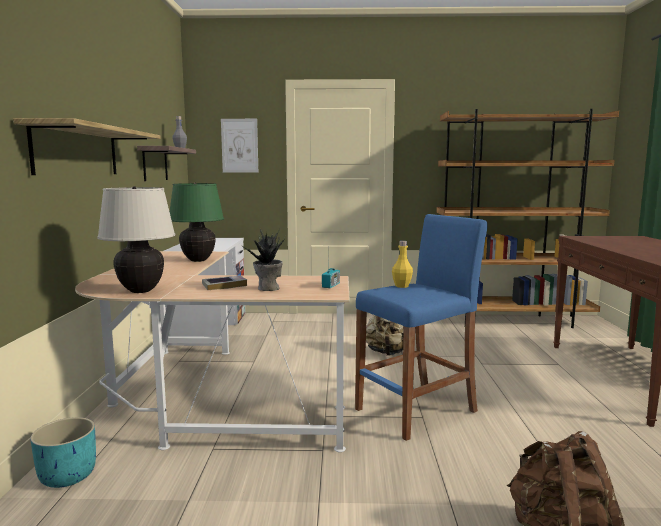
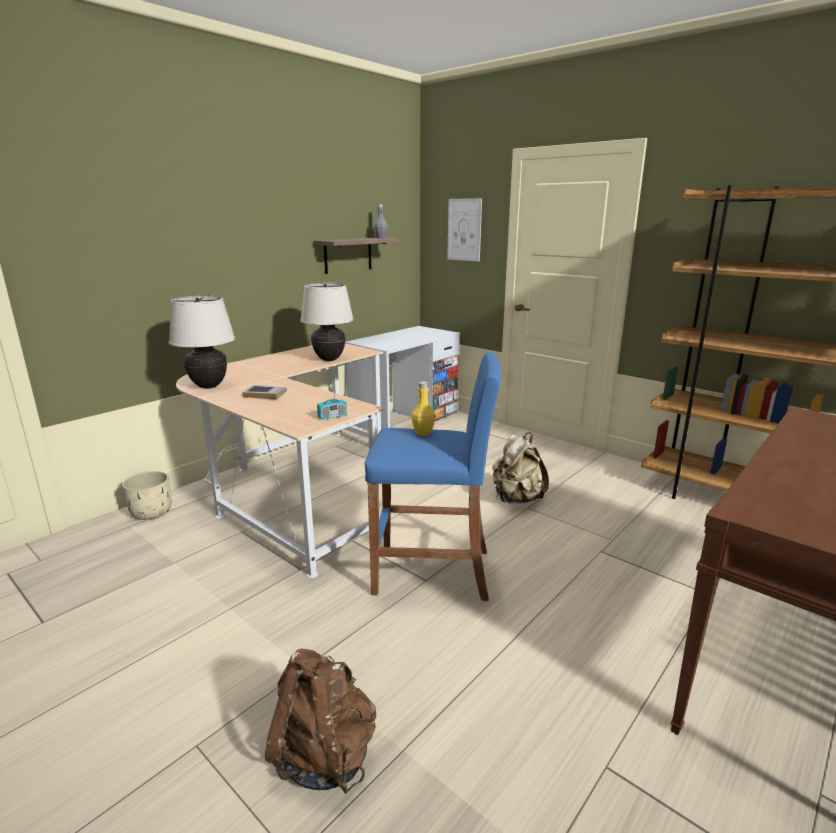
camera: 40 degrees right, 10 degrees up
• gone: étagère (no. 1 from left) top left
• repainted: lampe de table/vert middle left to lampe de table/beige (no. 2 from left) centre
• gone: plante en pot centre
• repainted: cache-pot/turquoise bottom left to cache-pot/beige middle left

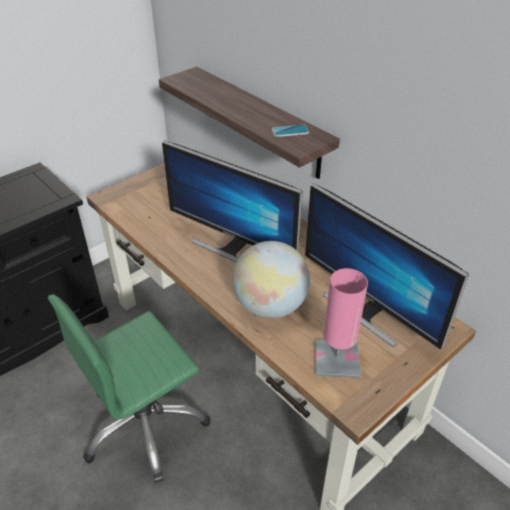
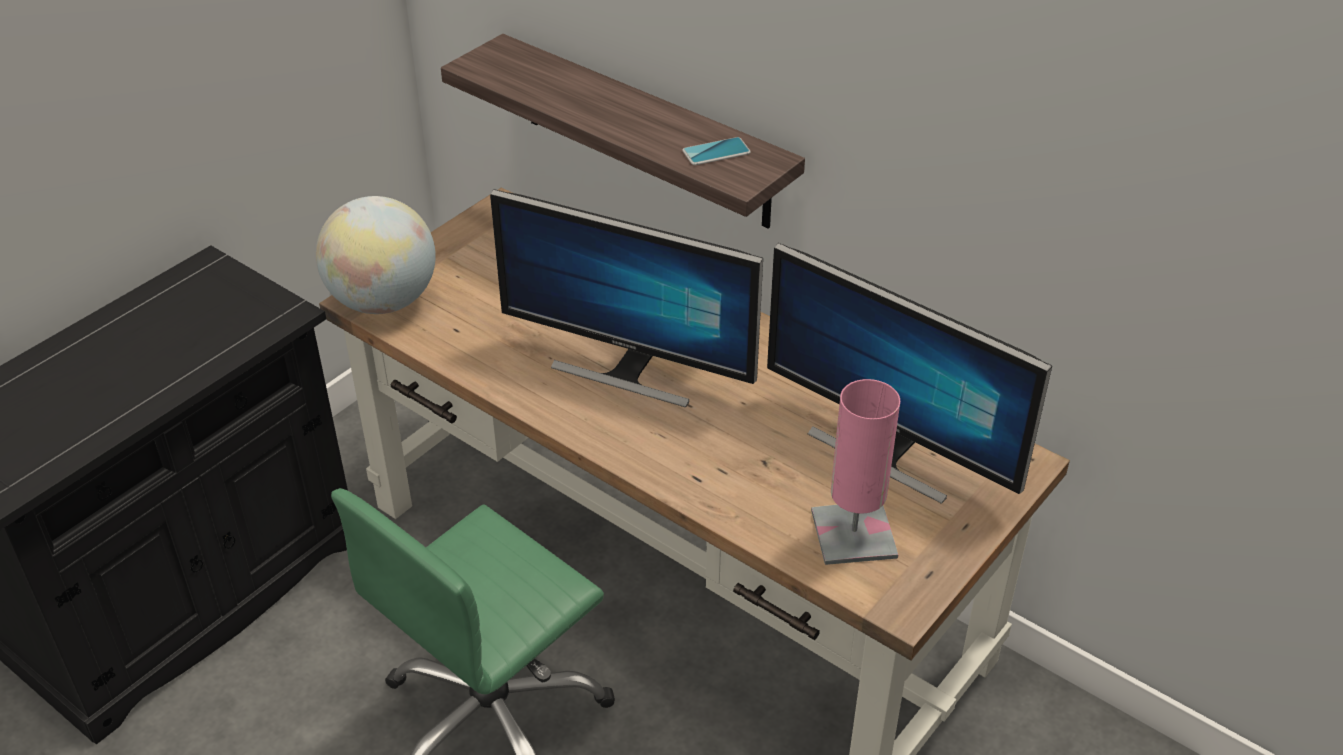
camera: 10 degrees left, 0 degrees up
• shifted: globe centre to middle left

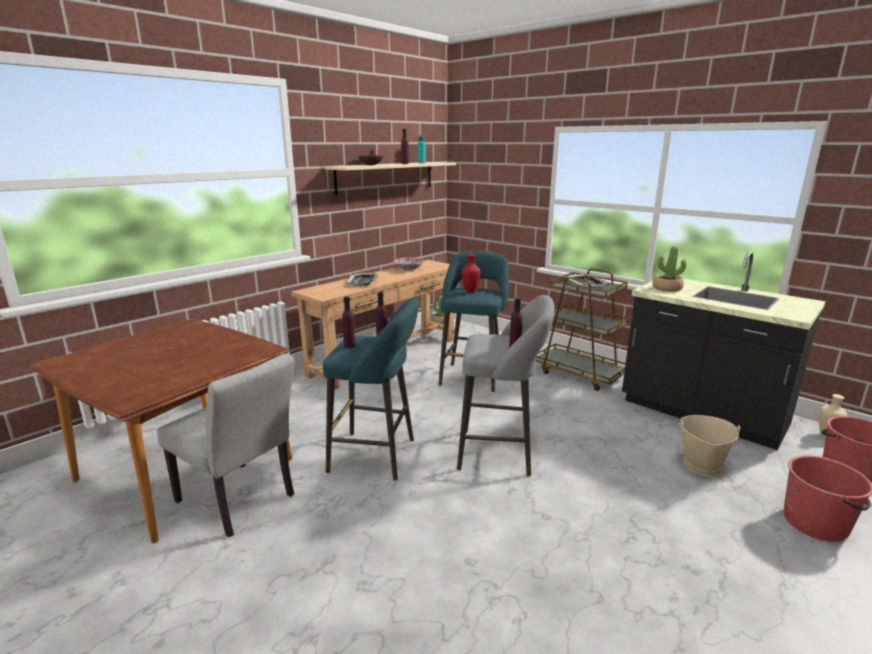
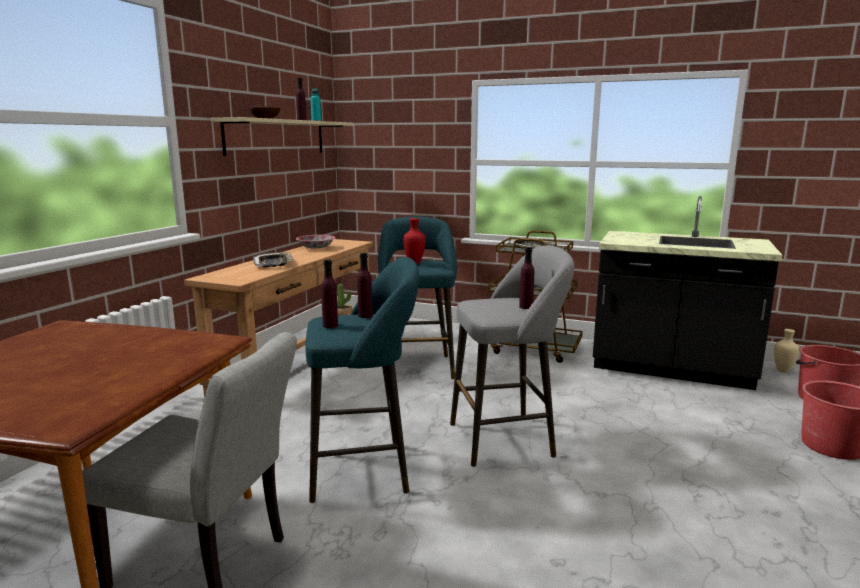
camera: 20 degrees left, 5 degrees down
• gone: plante en pot (no. 2 from left) middle right
• gone: seau/beige bottom right

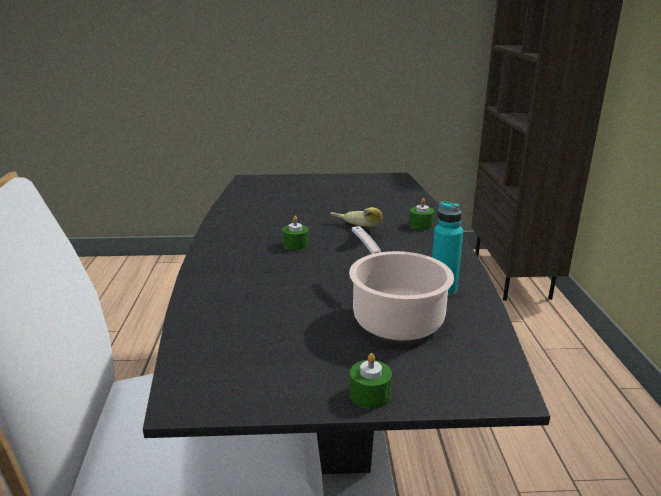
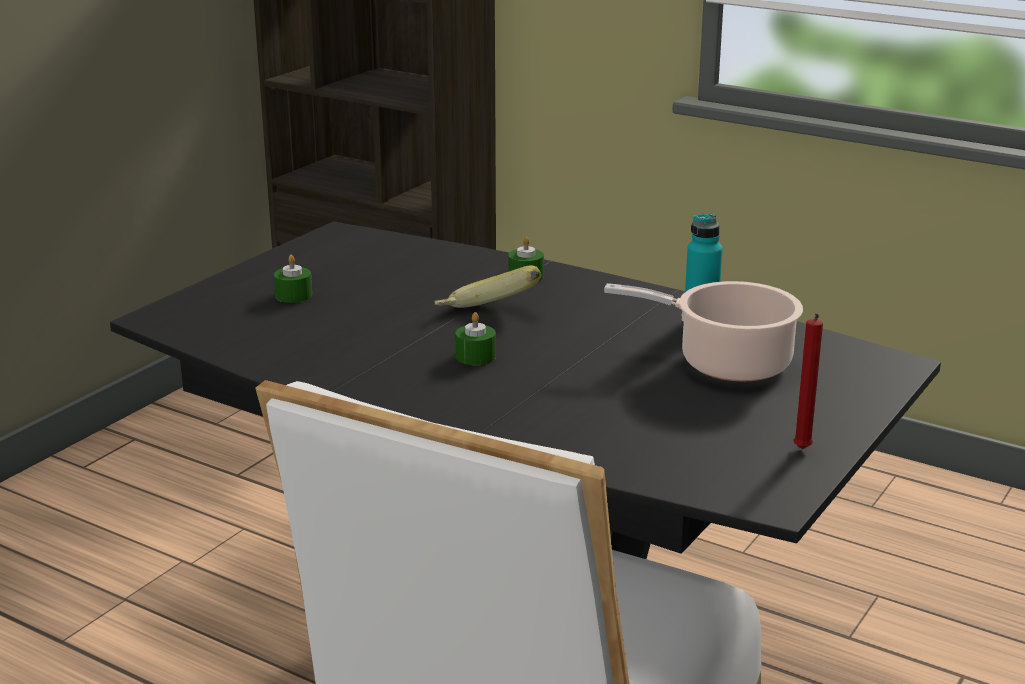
camera: 55 degrees left, 0 degrees up
• shifted: bougie/vert (no. 2 from left in the first image) bottom centre to bougie/vert (no. 1 from left) middle left
• new: bougie/rouge middle right

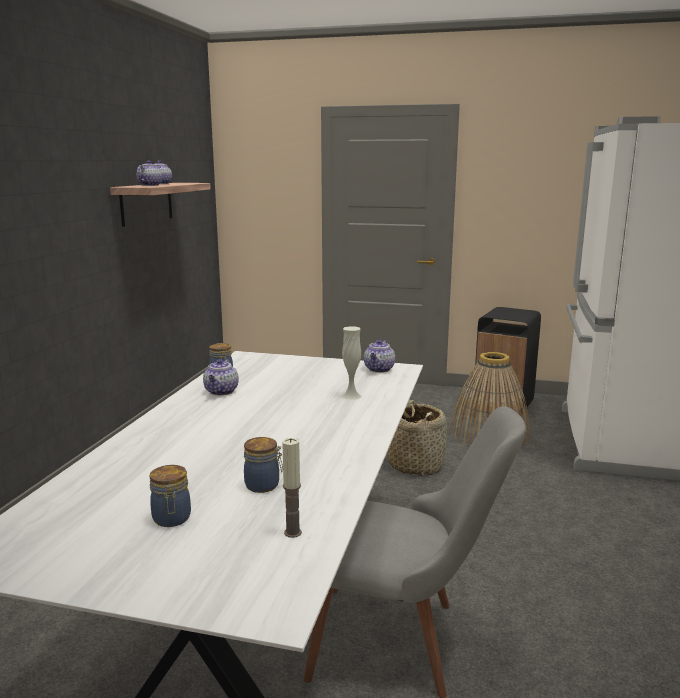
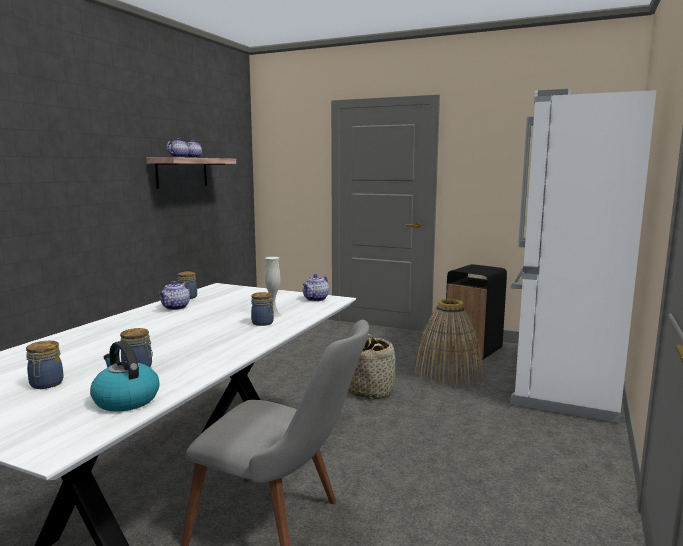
camera: 10 degrees right, 5 degrees down
• swapped: bougie bottom centre to bouilloire bottom left
• new: bocal (no. 4 from left) centre

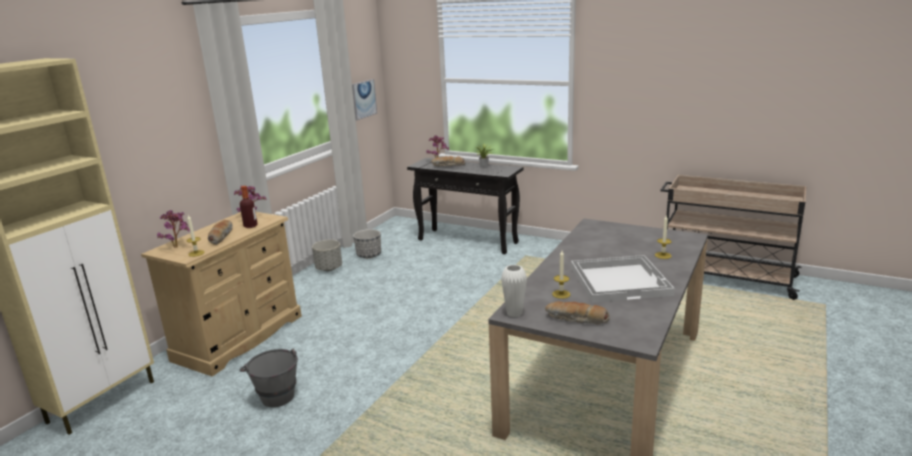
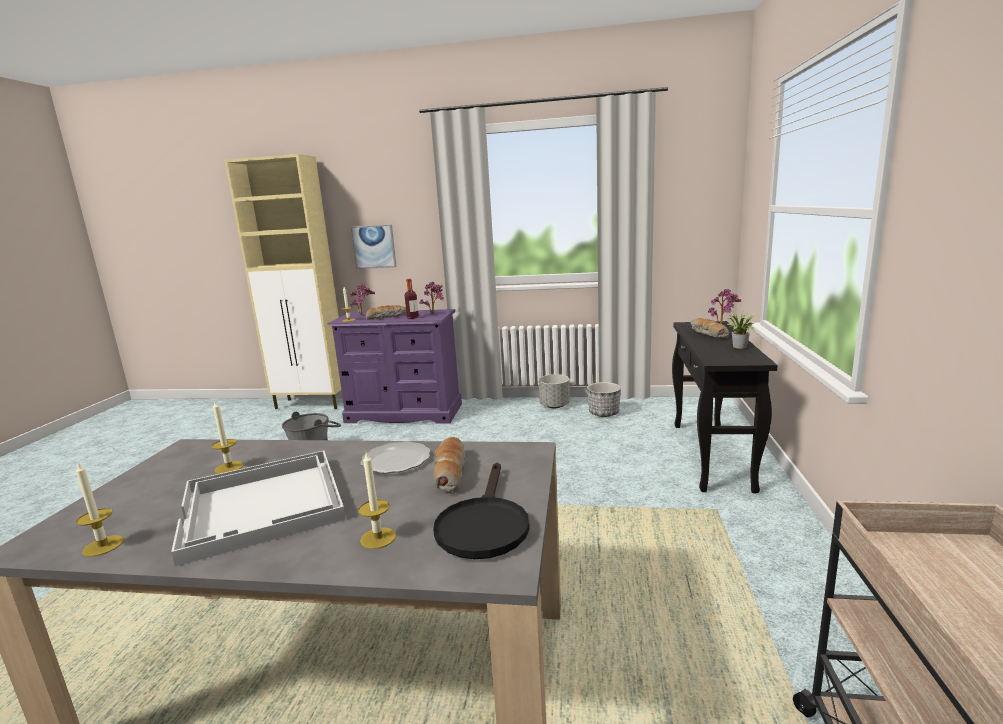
camera: 70 degrees right, 5 degrees down
• shifted: tableau top centre to centre
• repainted: commode/beige middle left to commode/violet centre
• gone: vase/blanc centre
• shifted: pain (no. 3 from left in the first image) bottom centre to pain (no. 2 from left) centre
• new: assiette centre
• new: bougie (no. 1 from left) bottom left
• new: poêle/noir bottom centre

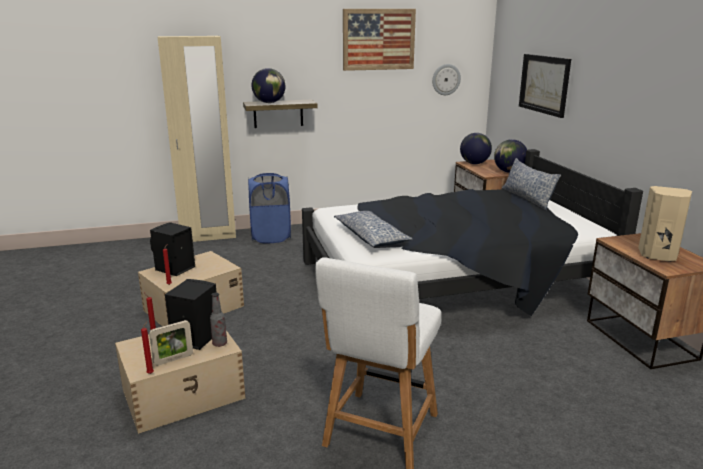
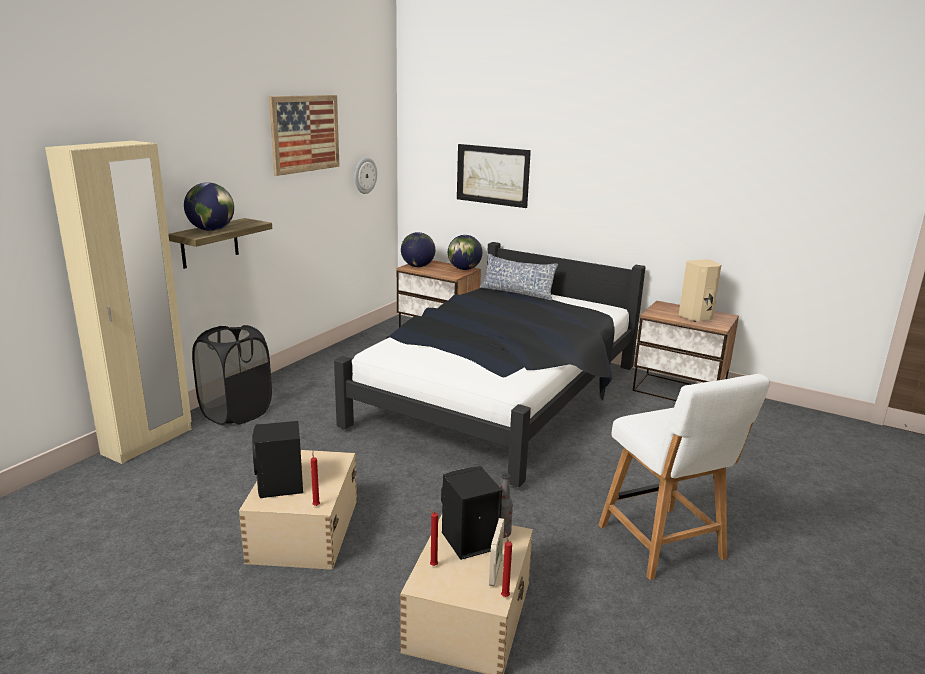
camera: 45 degrees left, 0 degrees up
• repainted: panier à linge/bleu centre to panier à linge/noir middle left
• gone: coussin (no. 1 from left) centre

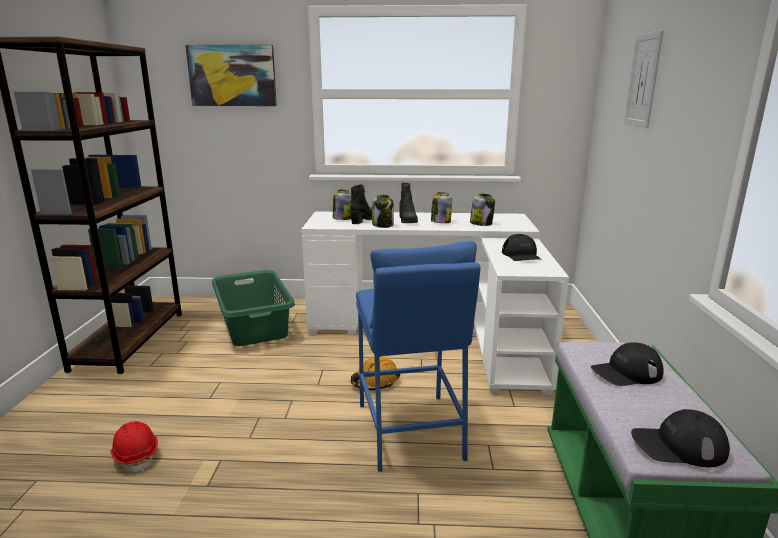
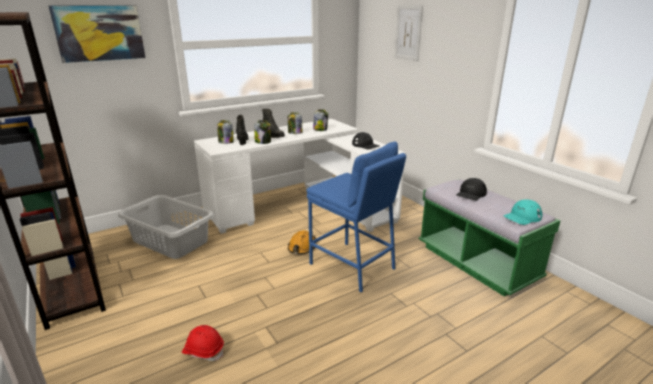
camera: 35 degrees left, 5 degrees up
• repainted: panier à linge/vert middle left to panier à linge/gris middle left
• repainted: casquette/noir (no. 3 from left) bottom right to casquette/turquoise middle right

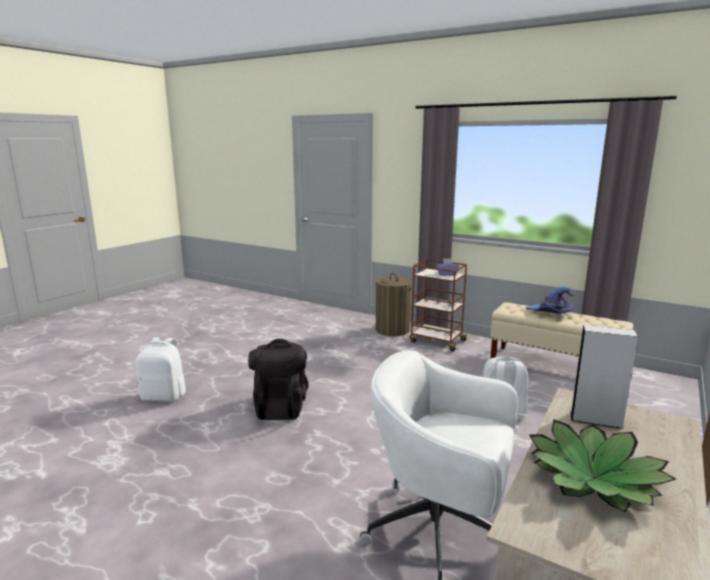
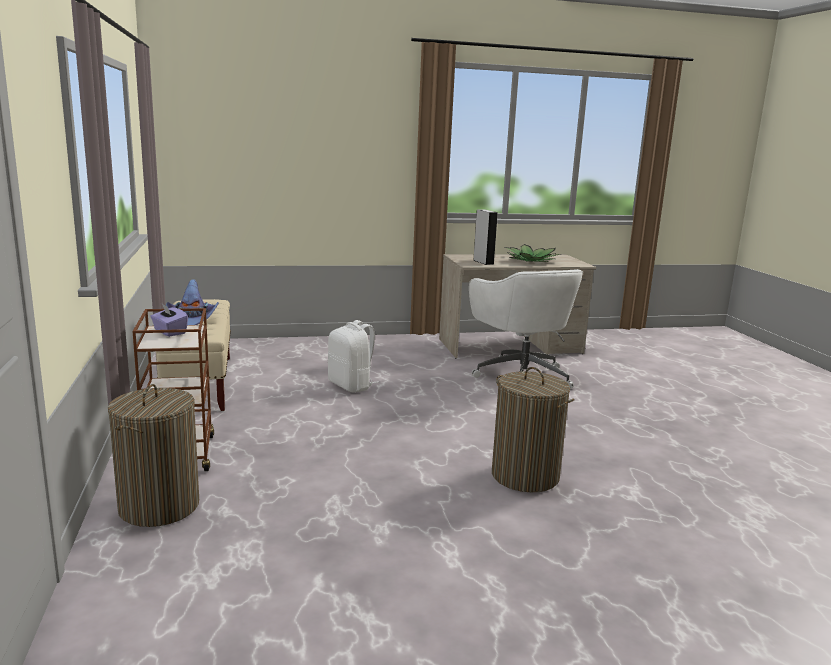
camera: 135 degrees left, 0 degrees up
• gone: sac à dos/blanc (no. 1 from left) middle left
• swapped: sac à dos/noir centre to panier à linge (no. 2 from left) centre

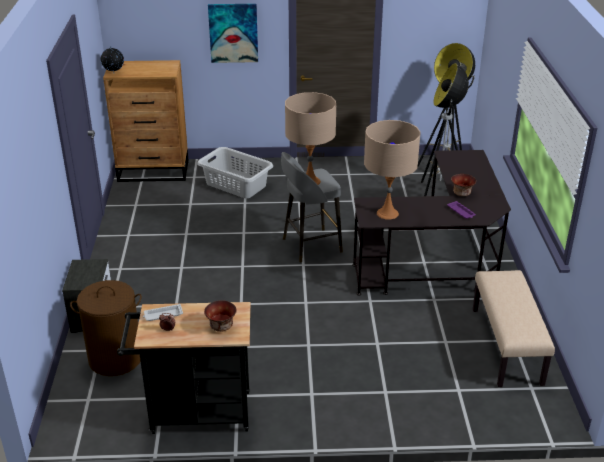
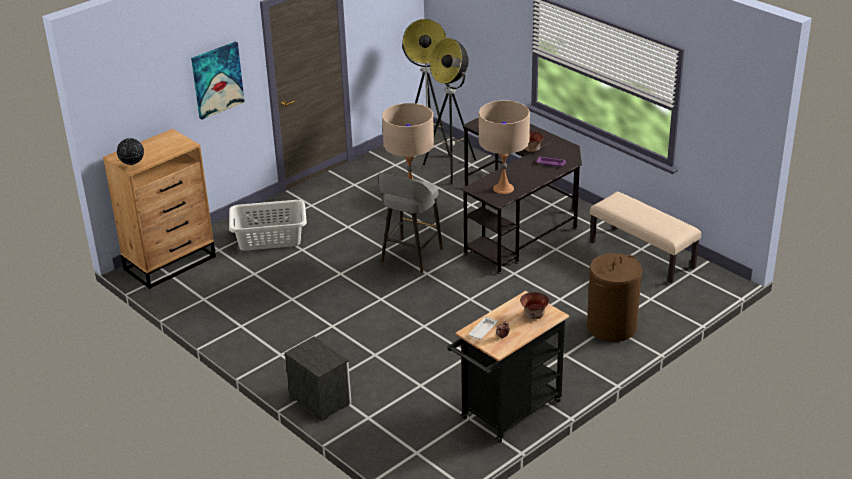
camera: 40 degrees left, 0 degrees up
• shifted: panier à linge/marron bottom left to middle right

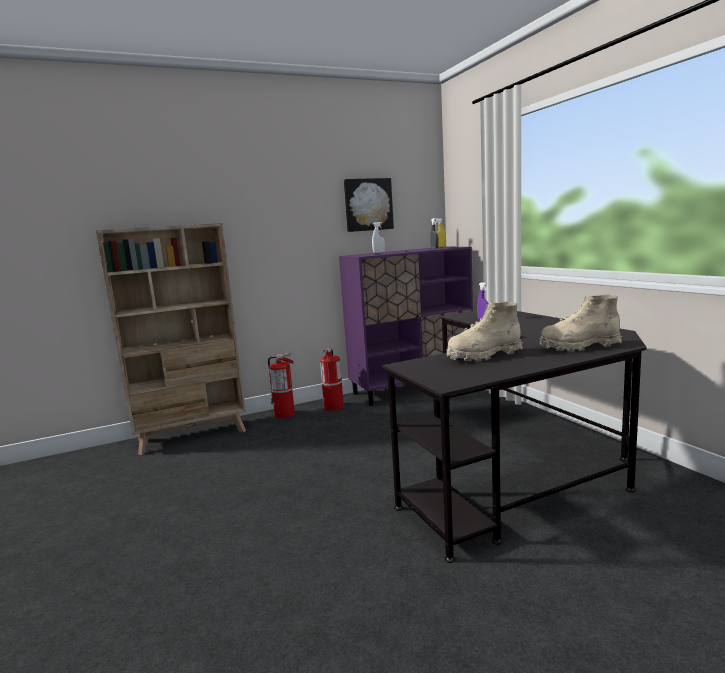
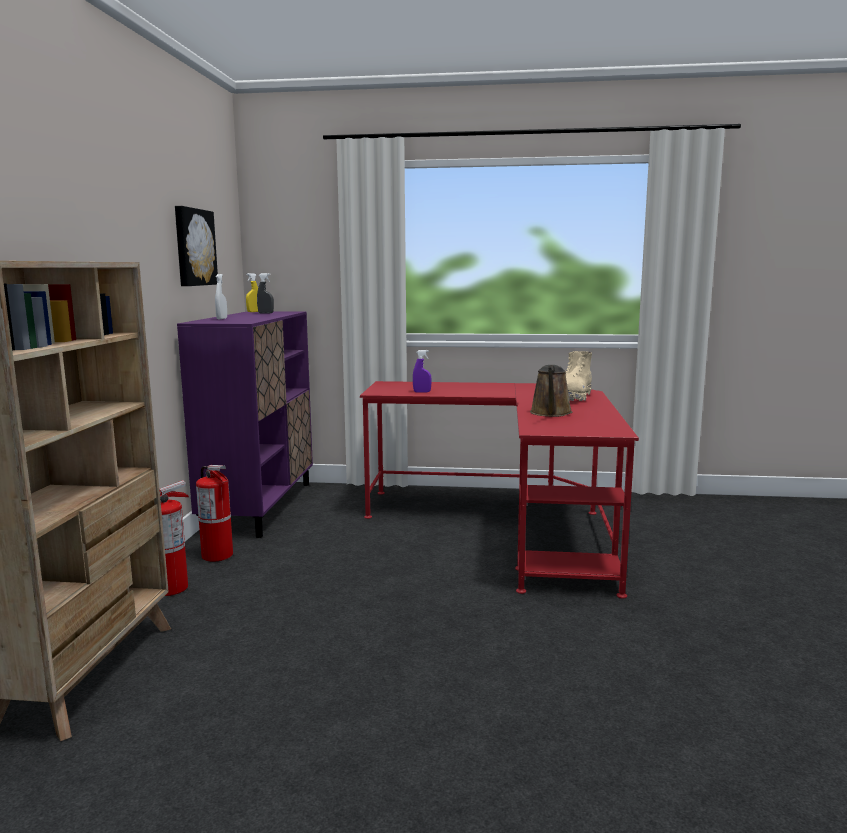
camera: 60 degrees left, 0 degrees up
• swapped: botte/beige (no. 1 from left) middle right to arrosoir/marron centre
• repainted: bureau/noir middle right to bureau/rouge centre

